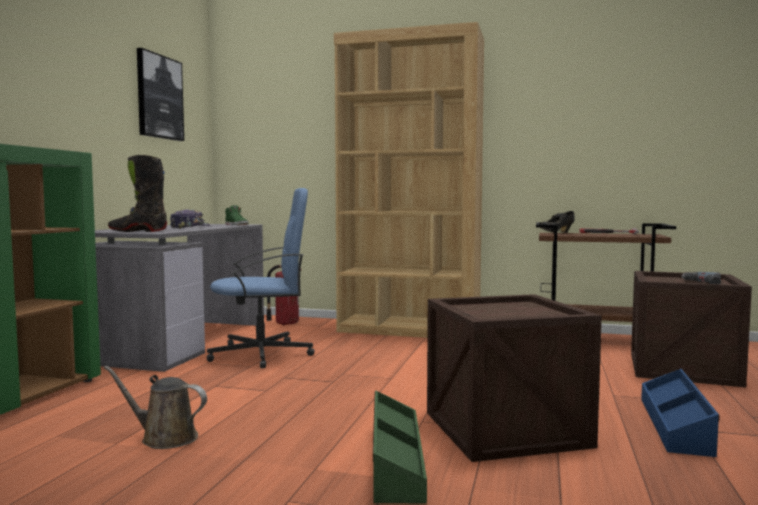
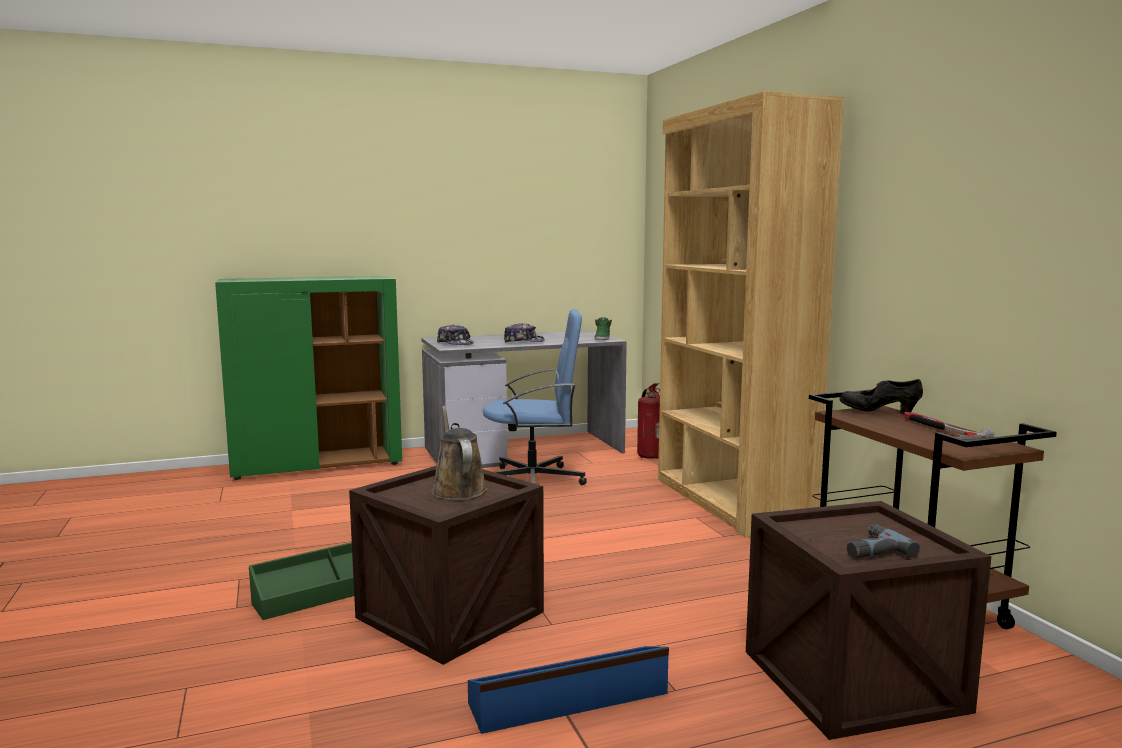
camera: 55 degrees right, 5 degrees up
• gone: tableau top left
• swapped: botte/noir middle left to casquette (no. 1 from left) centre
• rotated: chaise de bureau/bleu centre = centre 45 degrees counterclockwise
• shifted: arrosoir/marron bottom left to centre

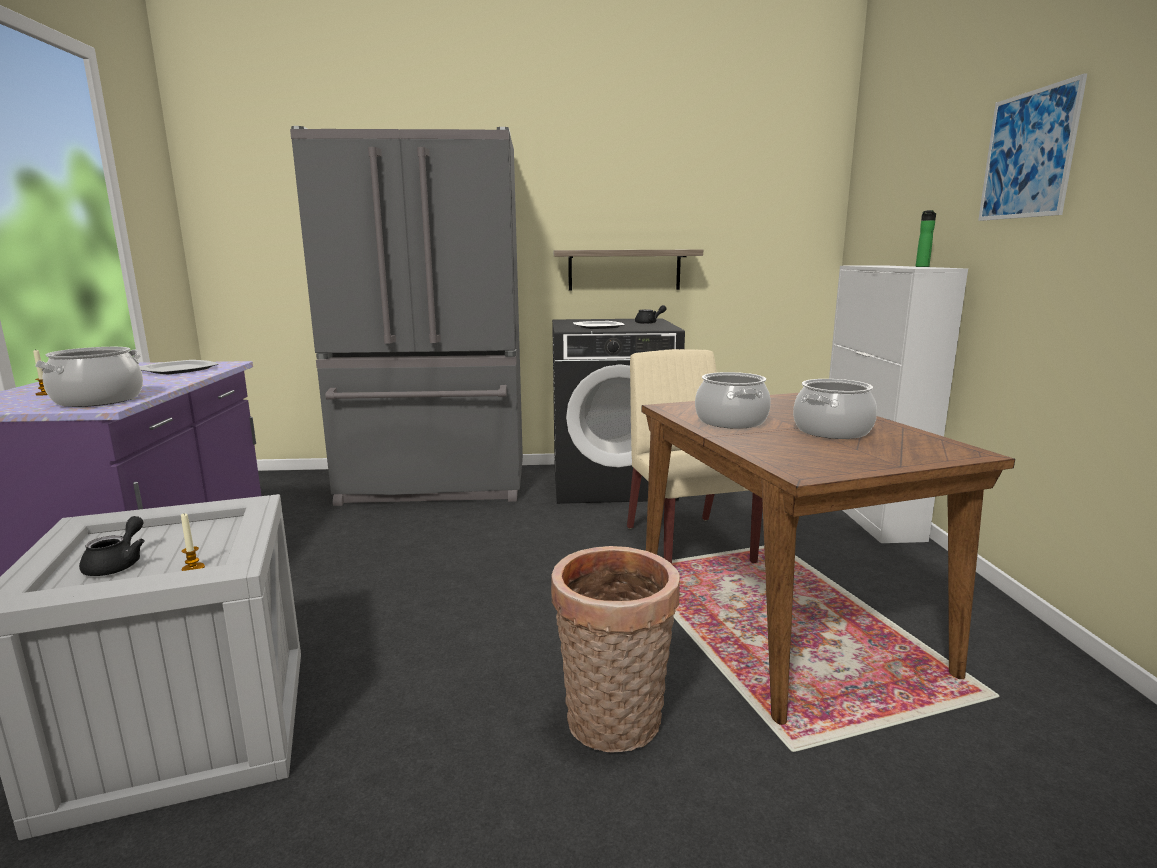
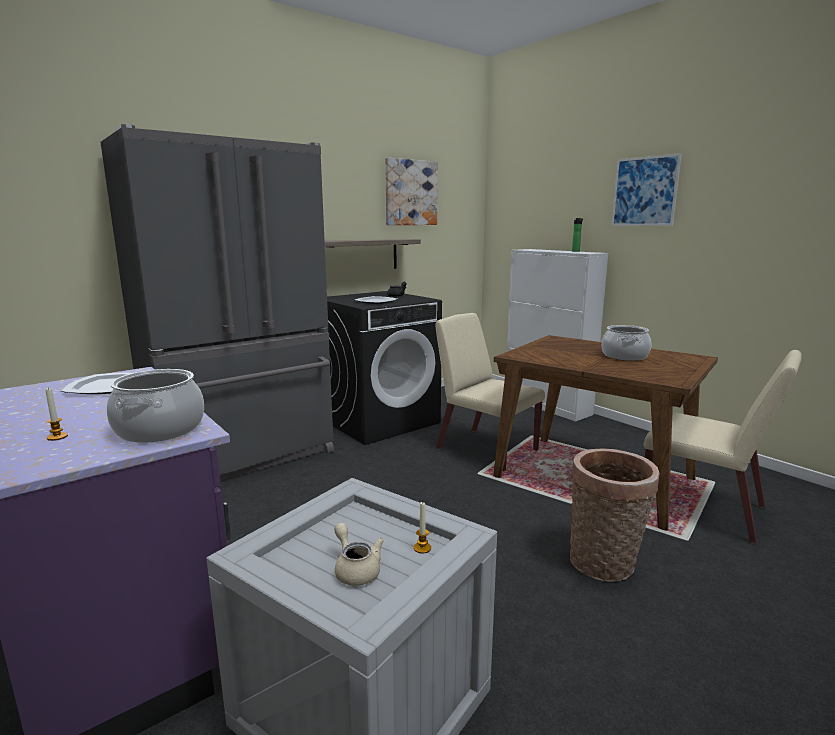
camera: 35 degrees left, 0 degrees up
• gone: marmite (no. 2 from left) centre
• repainted: théière/noir (no. 1 from left) middle left to théière/beige bottom centre
• new: tableau (no. 1 from left) top centre
• new: chaise/beige (no. 2 from left) middle right

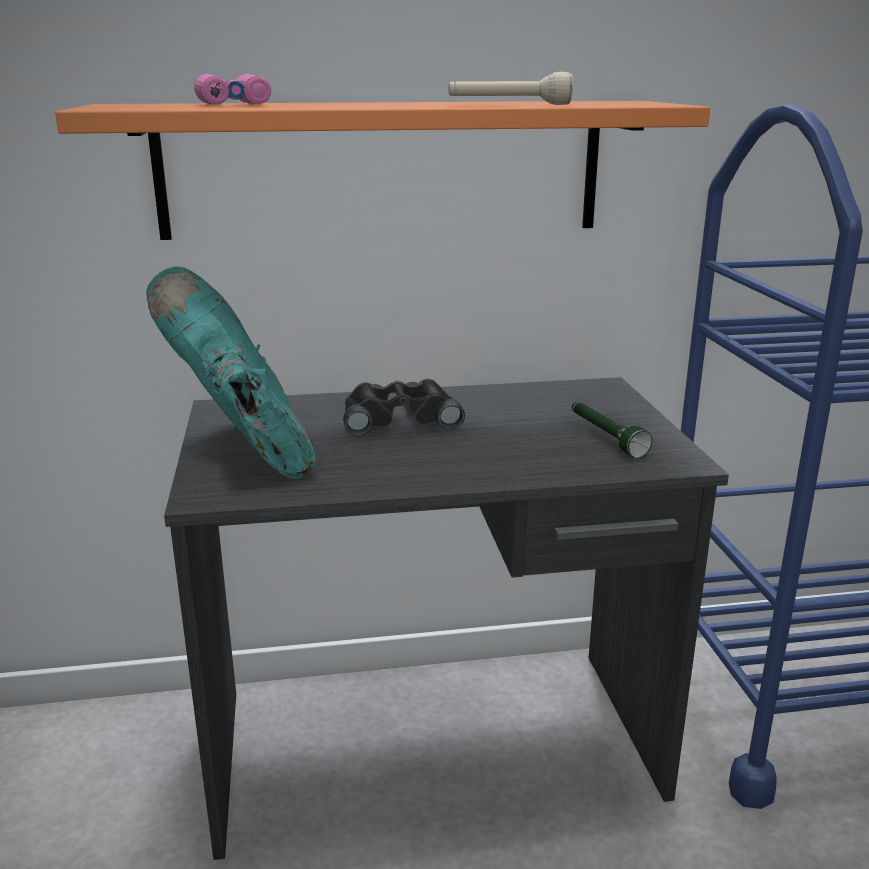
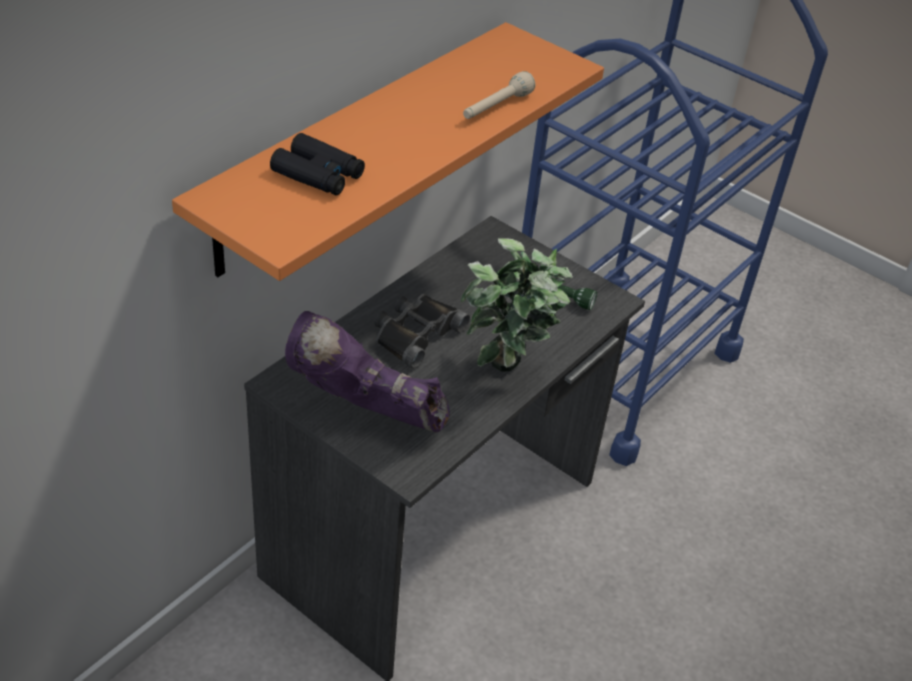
camera: 45 degrees left, 20 degrees up
• repainted: jumelles/rose top left to jumelles/noir (no. 1 from left) top centre
• repainted: botte/turquoise middle left to botte/violet centre
• new: plante en pot centre

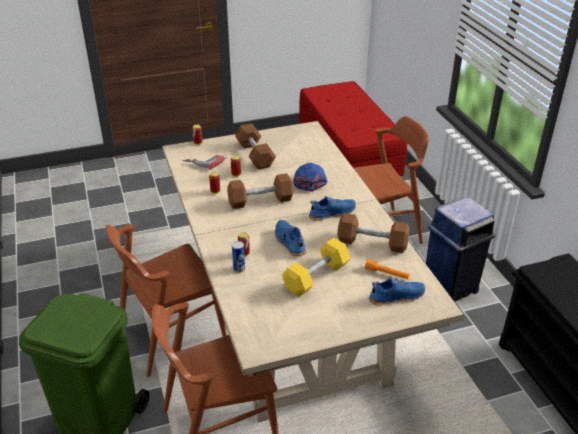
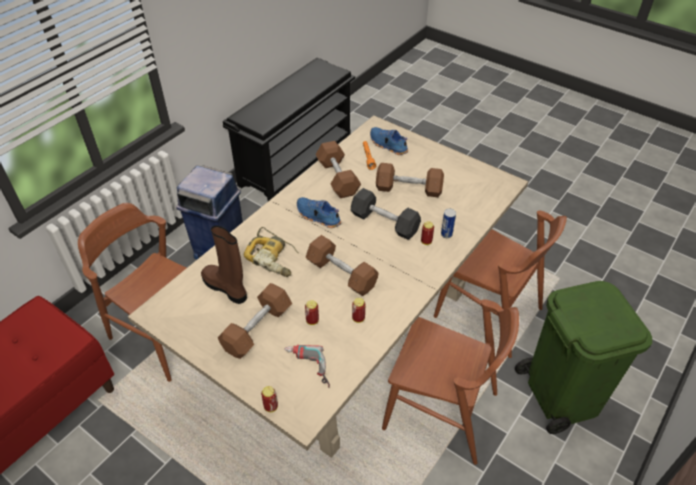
camera: 125 degrees left, 10 degrees up
• swapped: casquette/bleu centre to perceuse (no. 1 from left) centre
• swapped: chaussure/bleu (no. 1 from left) centre to haltère/gris centre
• repainted: haltère/jaune centre to haltère/marron (no. 4 from left) centre
• new: botte/marron middle left

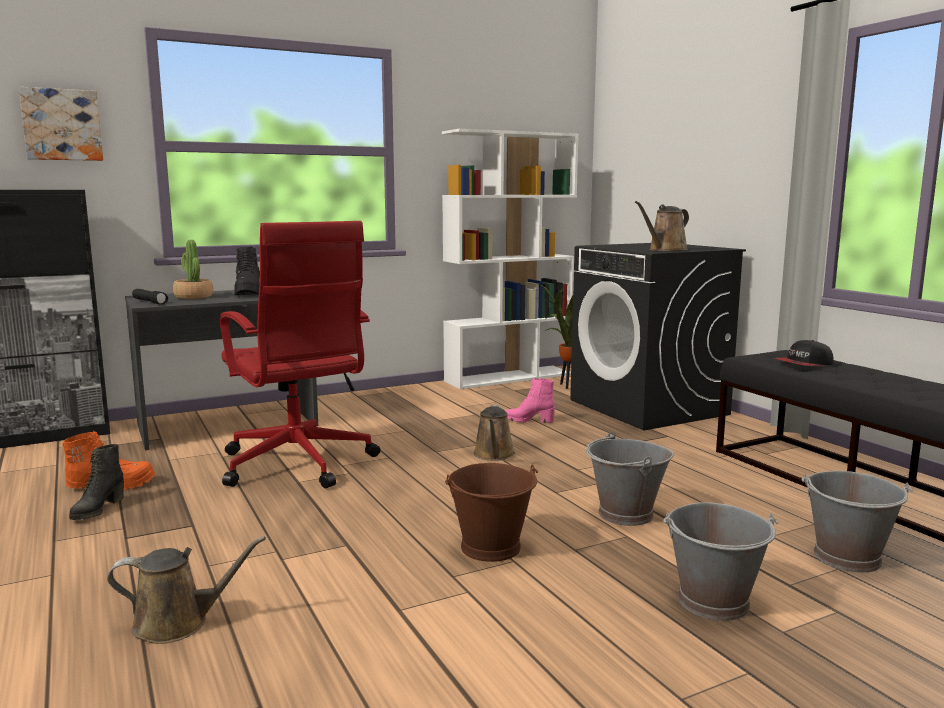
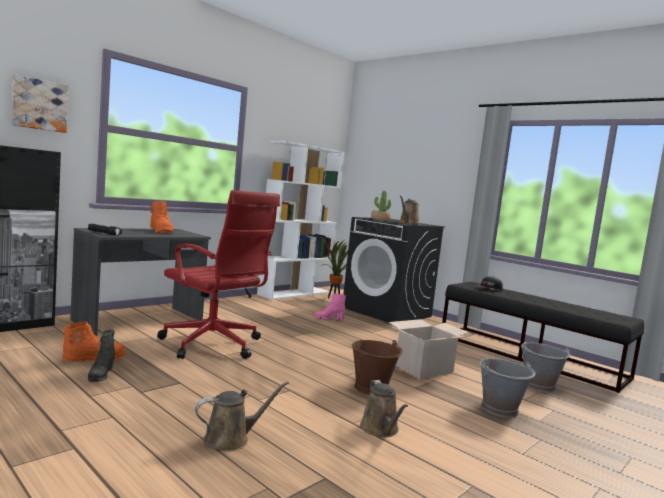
camera: 20 degrees left, 5 degrees down
• shifted: plante en pot (no. 1 from left in the first image) middle left to plante en pot (no. 2 from left) centre
• repainted: botte/noir (no. 2 from left) middle left to botte/orange (no. 2 from left) middle left
• shifted: arrosoir/marron (no. 2 from left) centre to bottom centre
• swapped: seau/gris (no. 1 from left) bottom right to carton bottom centre

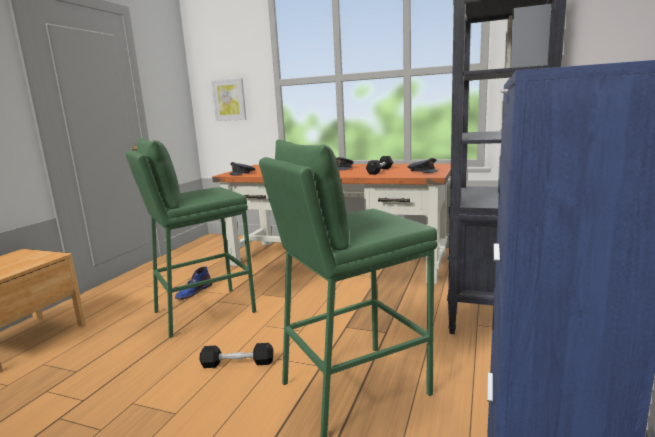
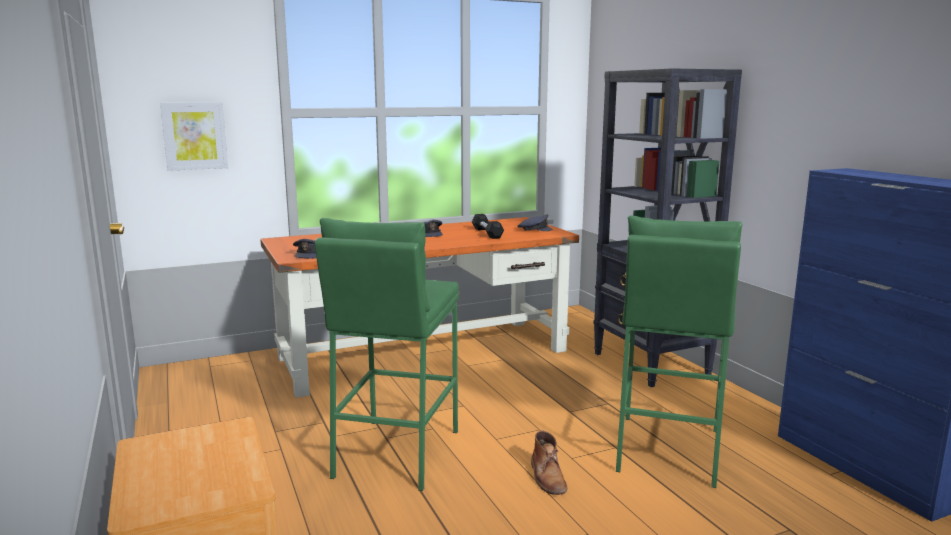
camera: 45 degrees left, 0 degrees up
• gone: botte/bleu middle left
• swapped: haltère/noir (no. 1 from left) bottom centre to botte/marron bottom centre

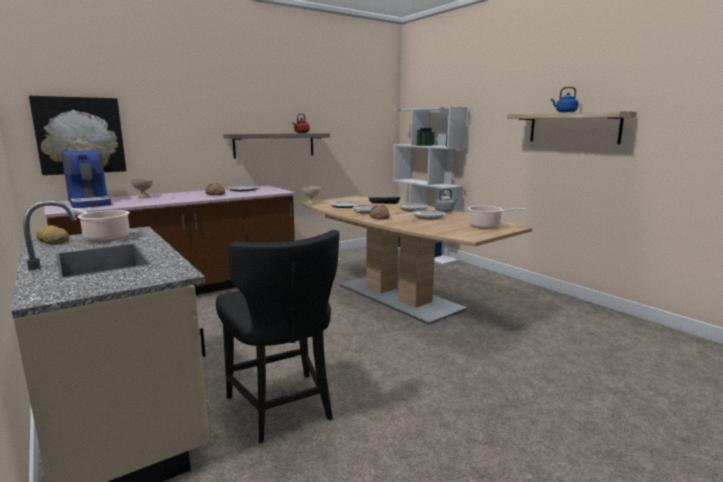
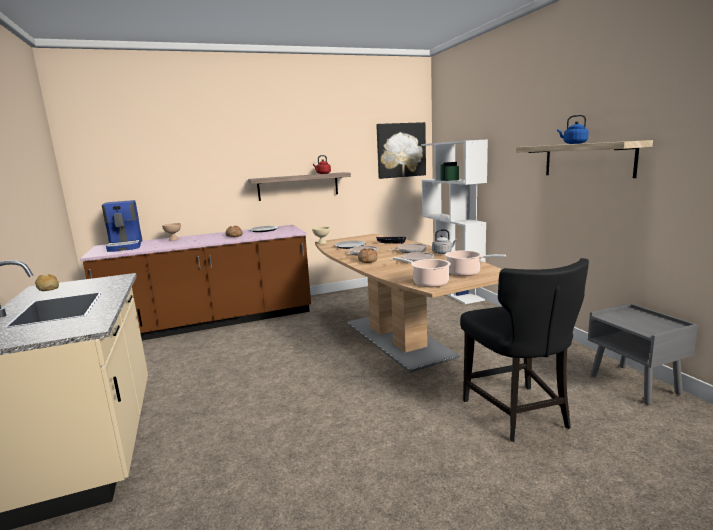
camera: 15 degrees right, 0 degrees up
• shifted: tableau top left to top centre
• shifted: marmite (no. 1 from left) middle left to centre
• shifted: chaise/noir bottom centre to middle right
• new: table de chevet/gris bottom right

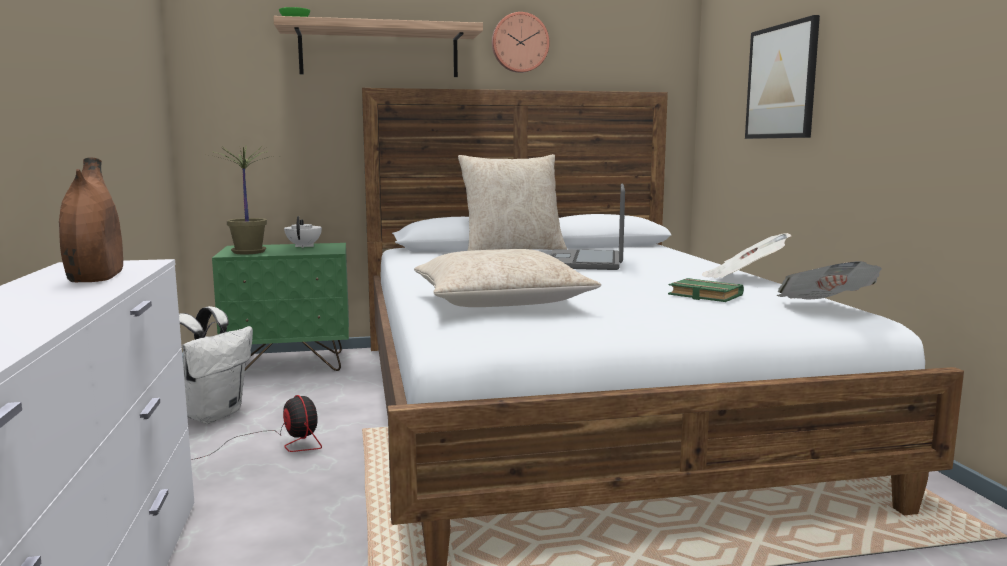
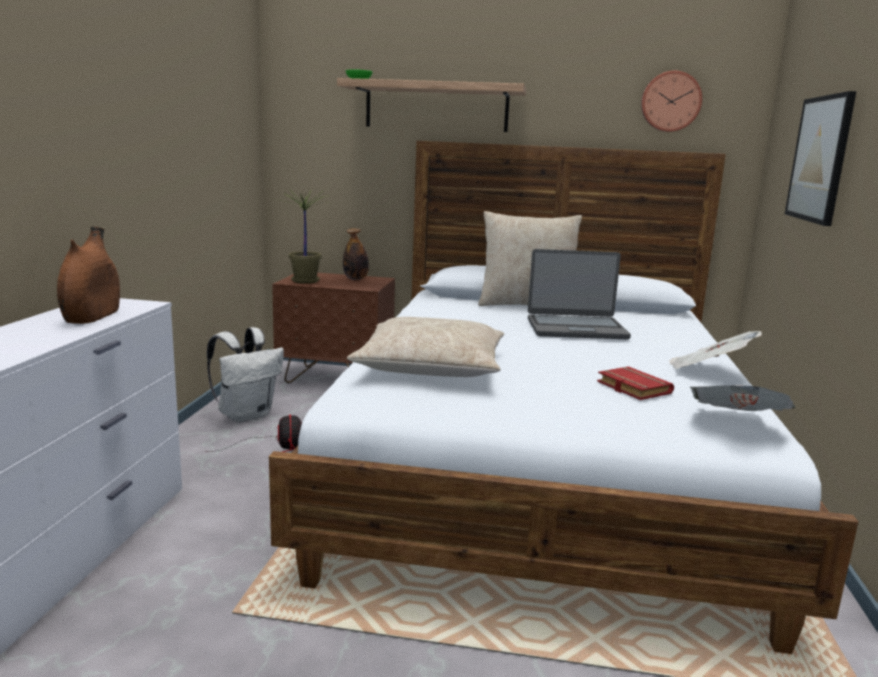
camera: 20 degrees right, 5 degrees up
• shifted: horloge murale top centre to top right
• rotated: ordinateur portable centre = centre 120 degrees counterclockwise
• swapped: théière/blanc middle left to bouteille centre
• repainted: table de chevet/vert middle left to table de chevet/marron centre
• repainted: livre/vert middle right to livre/rouge middle right

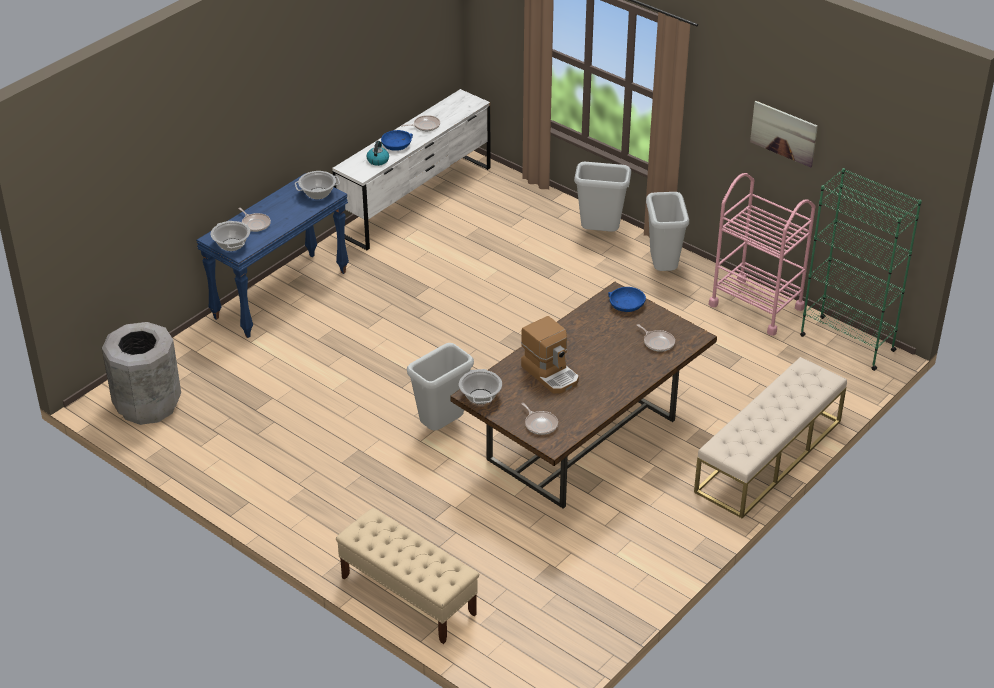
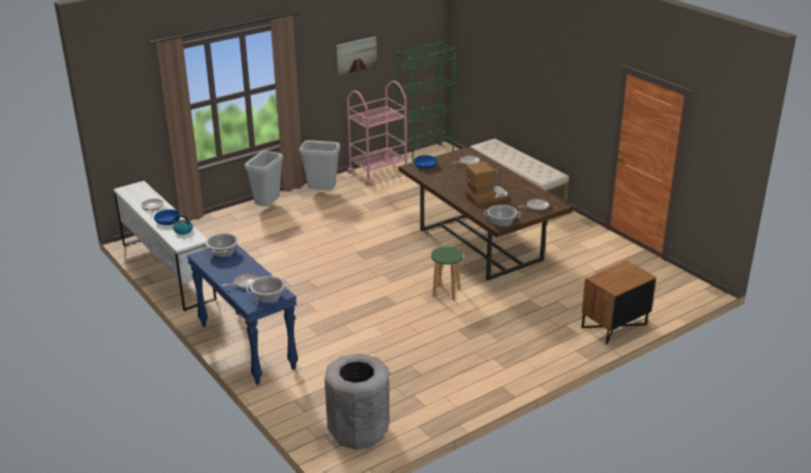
camera: 75 degrees left, 10 degrees down
• swapped: poubelle/gris (no. 2 from left) centre to tabouret/vert centre
• swapped: banc/beige (no. 1 from left) bottom centre to table de chevet/marron middle right

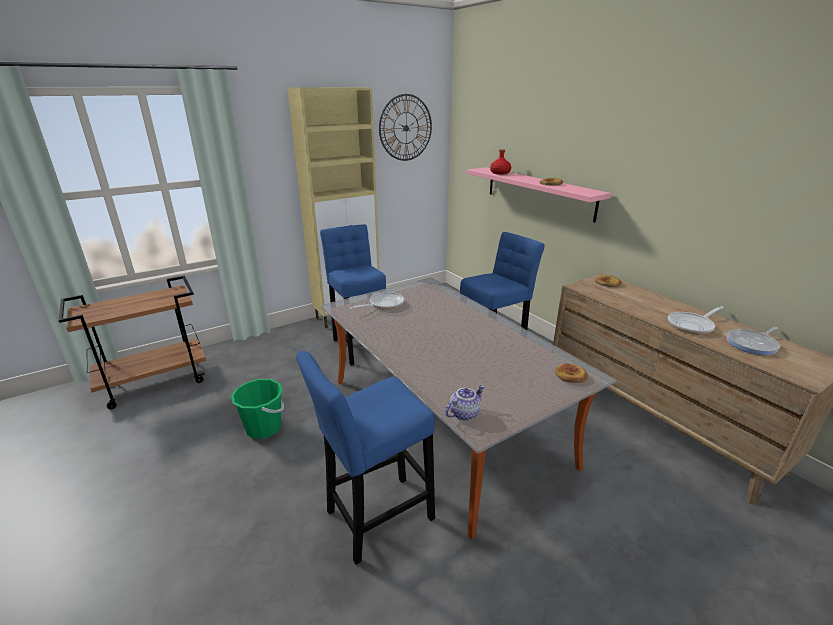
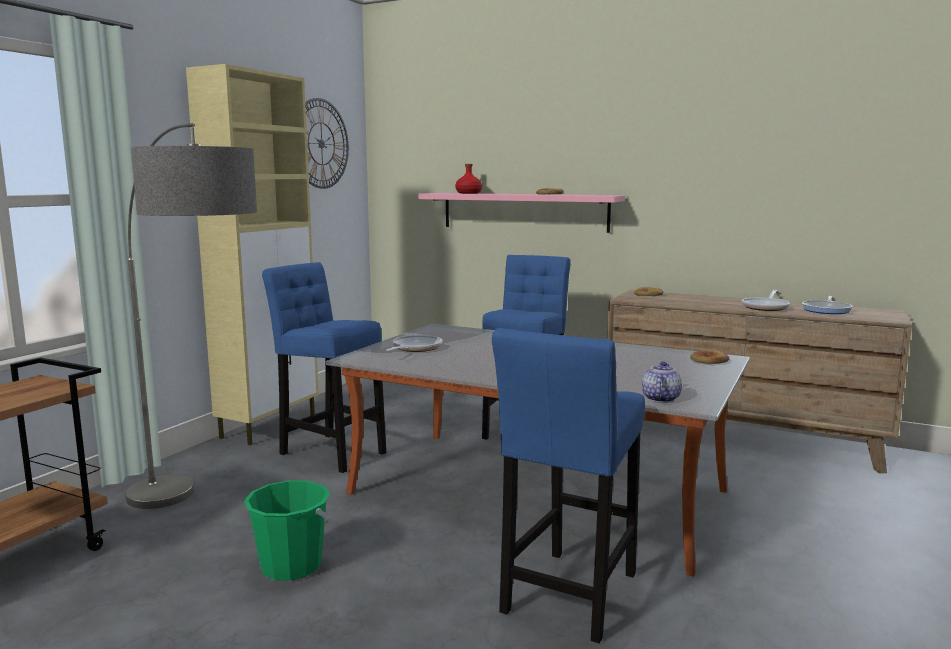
camera: 30 degrees left, 15 degrees down
• new: lampadaire middle left

